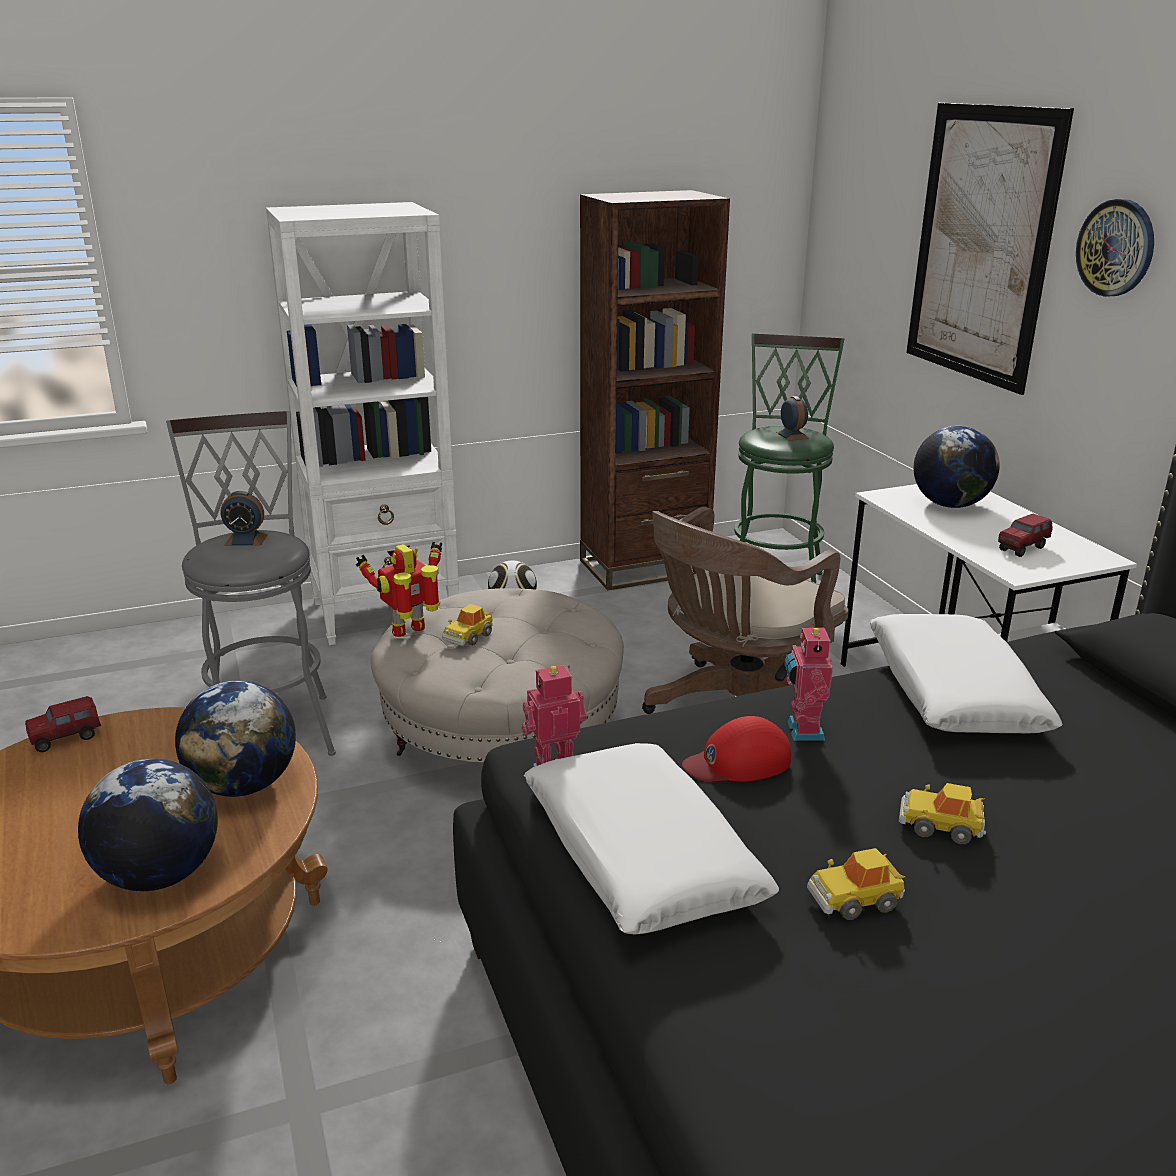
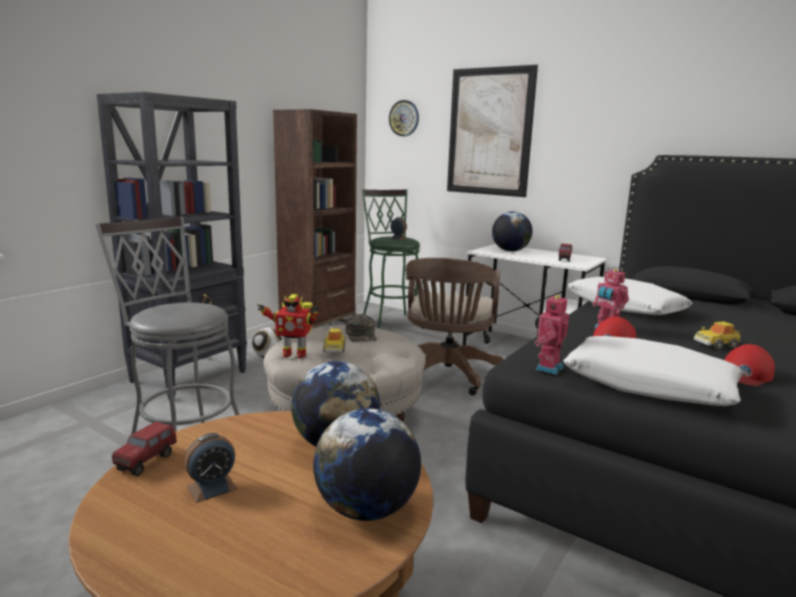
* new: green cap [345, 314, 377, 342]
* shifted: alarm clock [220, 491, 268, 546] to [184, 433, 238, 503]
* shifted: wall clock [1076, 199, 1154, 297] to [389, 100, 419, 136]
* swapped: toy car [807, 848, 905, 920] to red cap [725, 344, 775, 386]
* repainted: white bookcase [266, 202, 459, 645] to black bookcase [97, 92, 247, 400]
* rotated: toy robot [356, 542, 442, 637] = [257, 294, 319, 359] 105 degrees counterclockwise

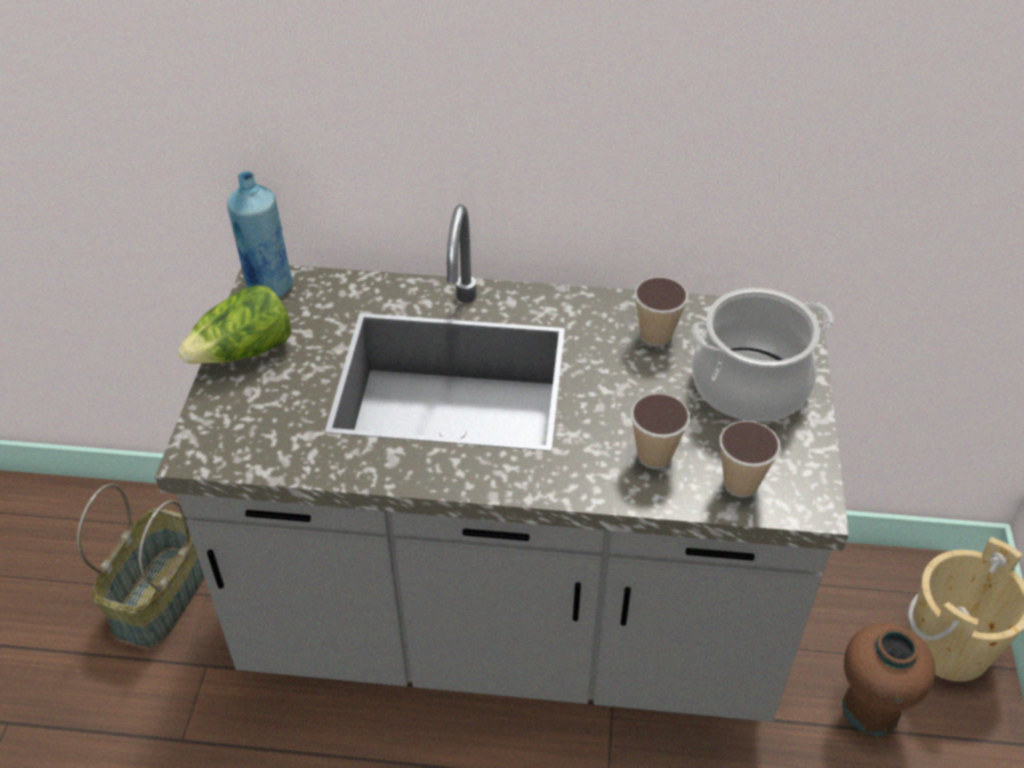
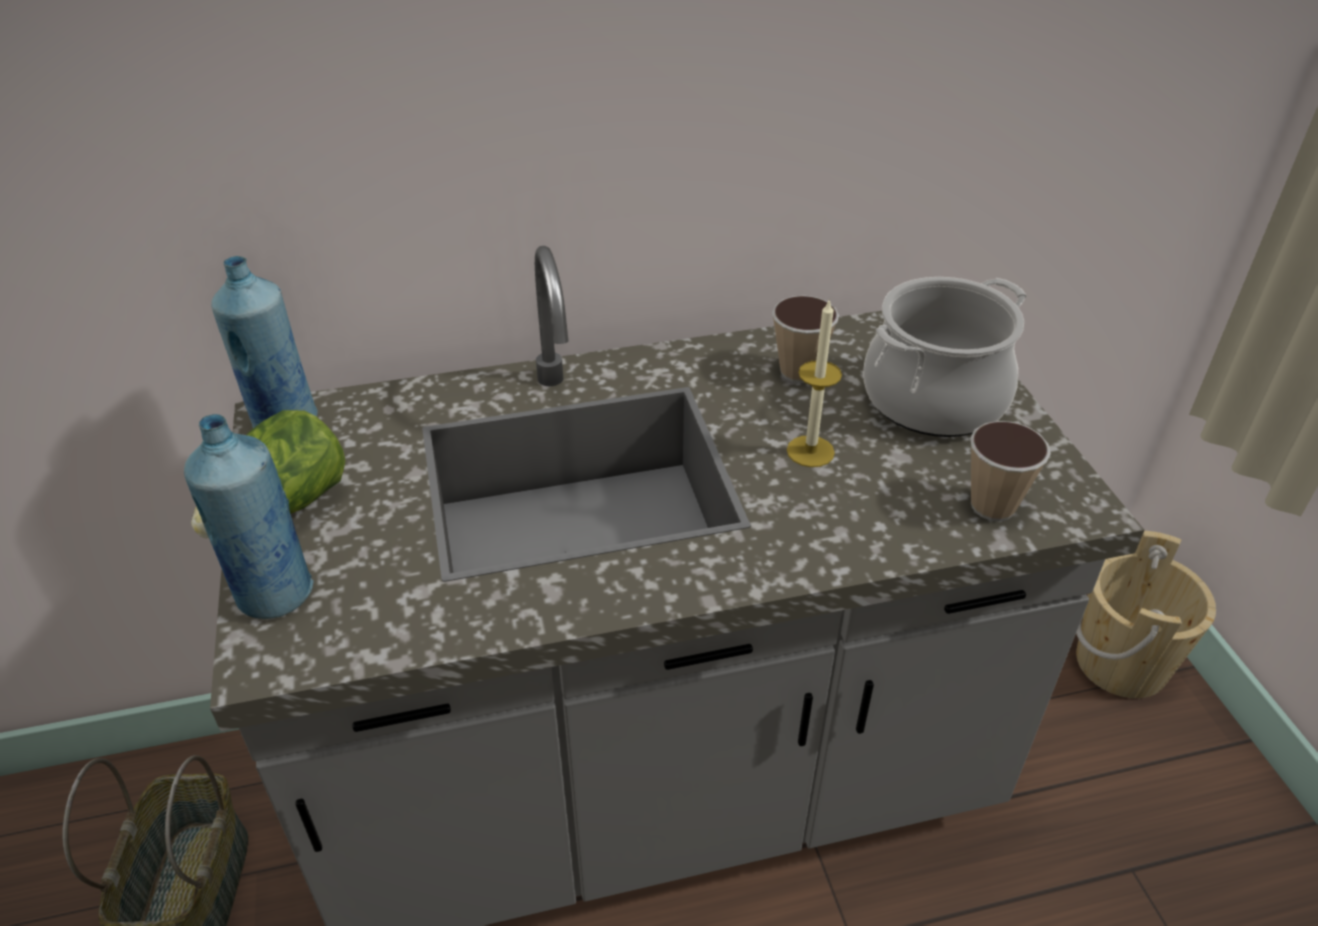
* gone: cup [631, 394, 690, 469]
* gone: brown vase [842, 623, 935, 736]
* new: blue bottle [184, 414, 314, 619]
* new: candle [787, 299, 842, 467]

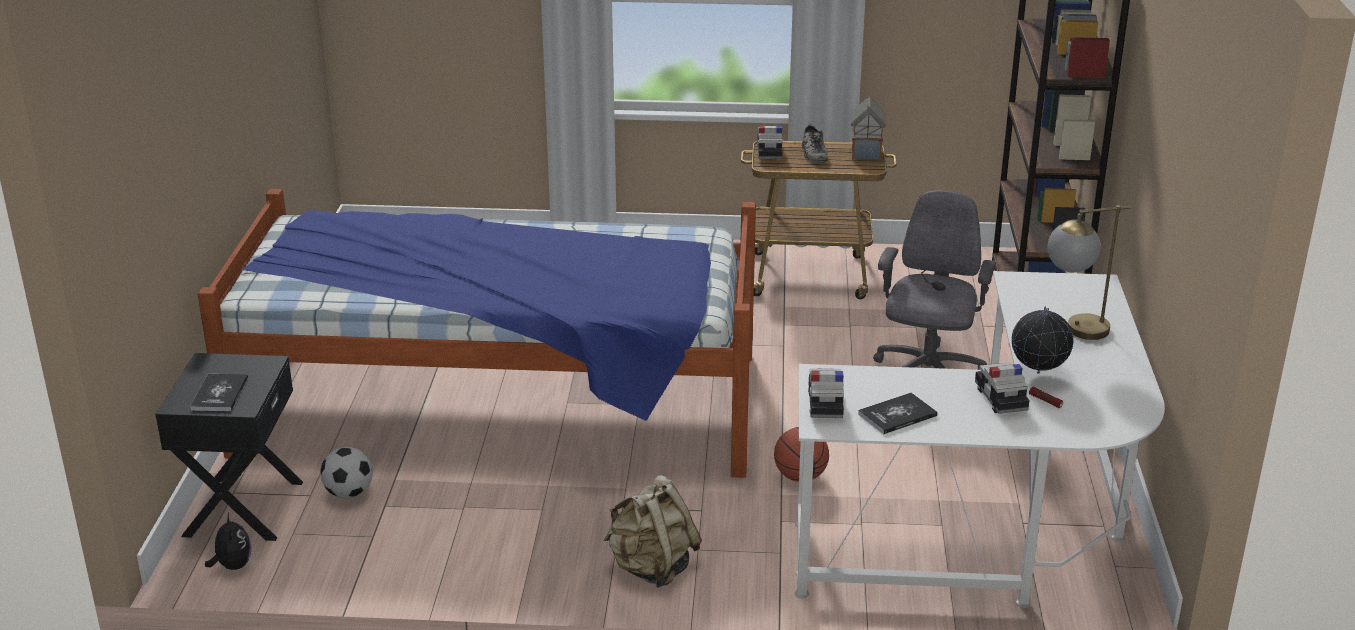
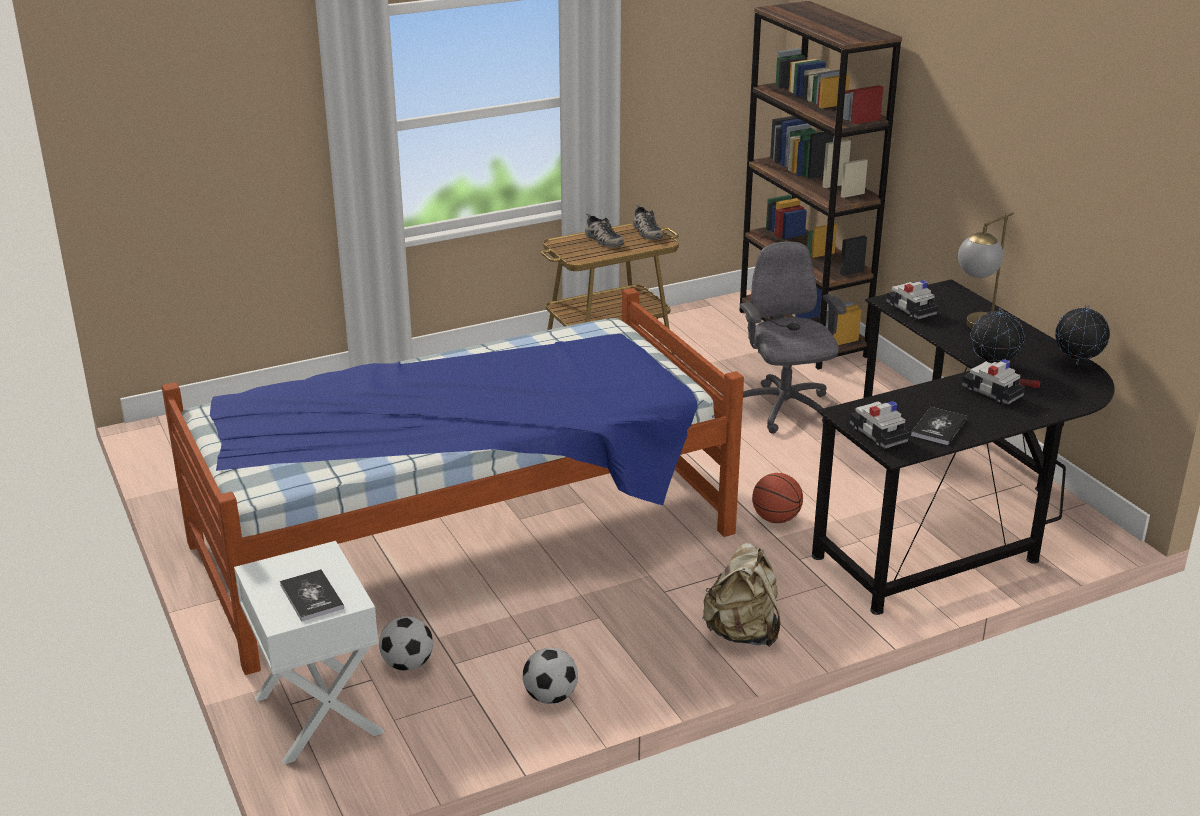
* gone: plush toy [205, 513, 251, 570]
* new: football [523, 648, 578, 704]
* new: globe [1055, 304, 1110, 364]
* shifted: toy car [757, 126, 783, 159] to [886, 280, 938, 320]
* swapped: toy house [851, 96, 886, 161] to shoe [633, 204, 663, 240]
* repainted: black nightstand [156, 353, 303, 541] to white nightstand [234, 541, 384, 765]
* repainted: white desk [795, 271, 1165, 608] to black desk [812, 279, 1115, 615]

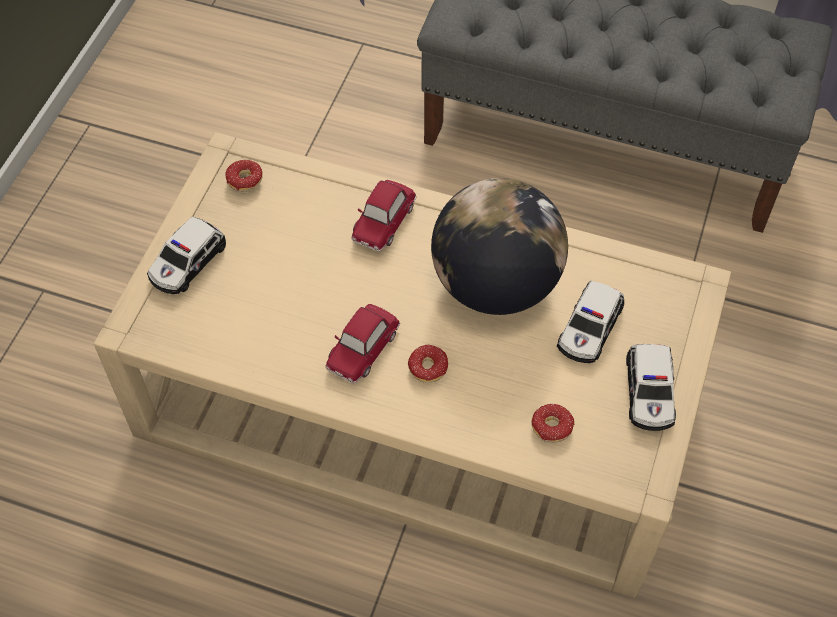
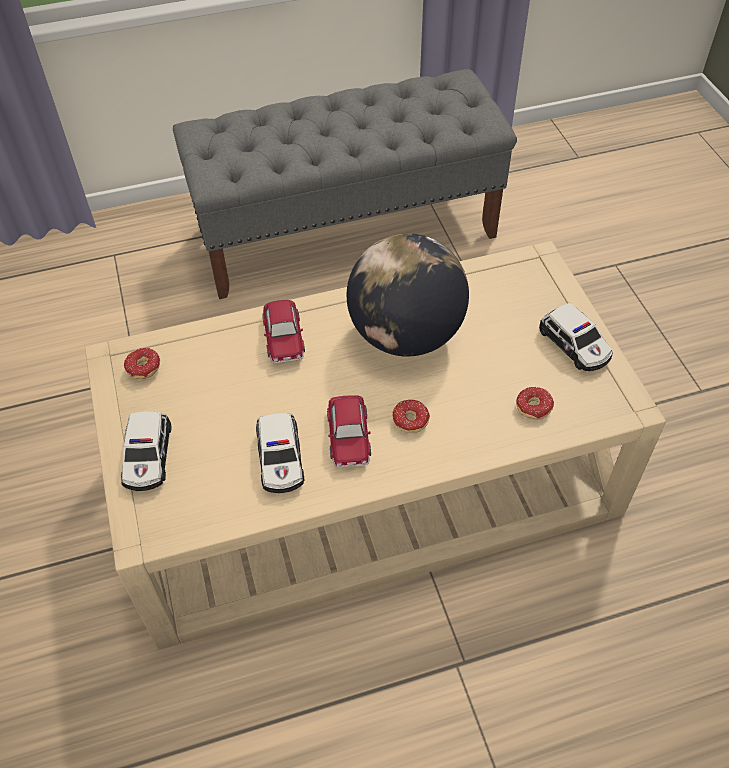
* shifted: toy car [557, 281, 624, 363] to [256, 413, 304, 493]

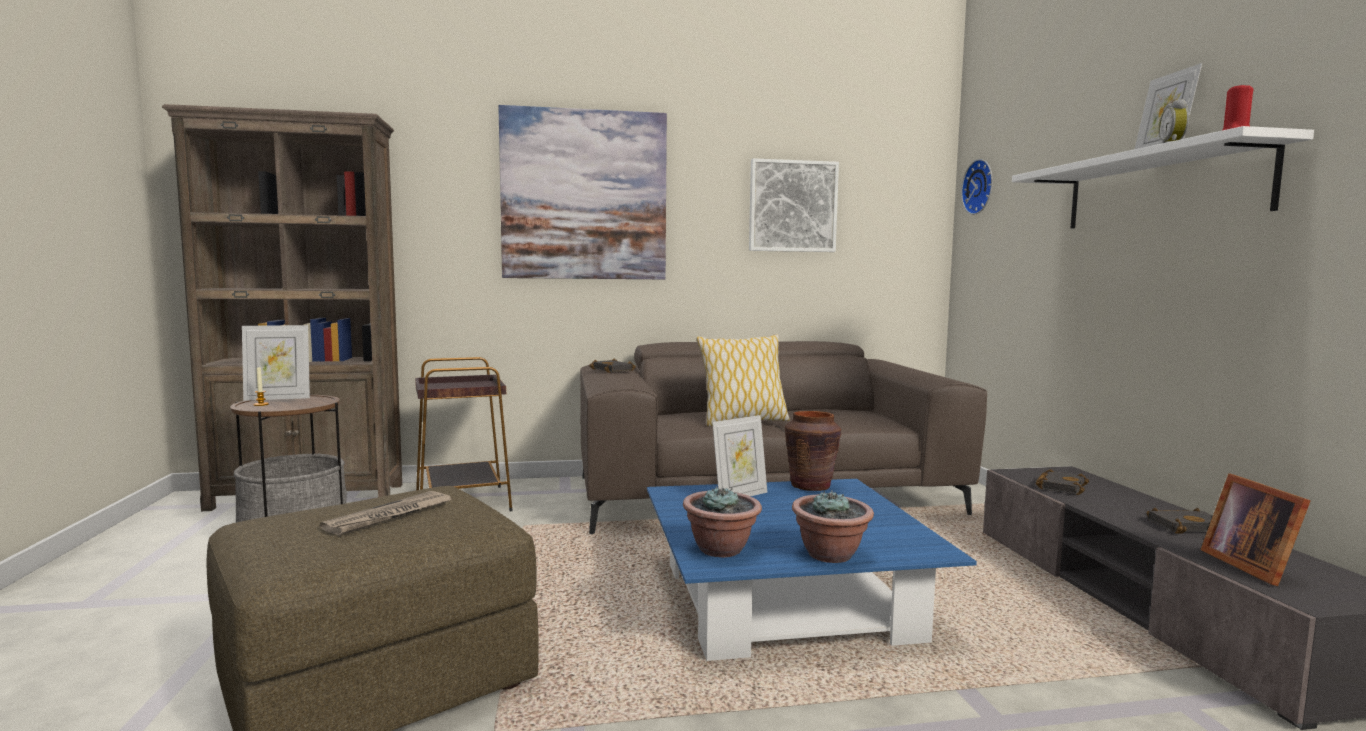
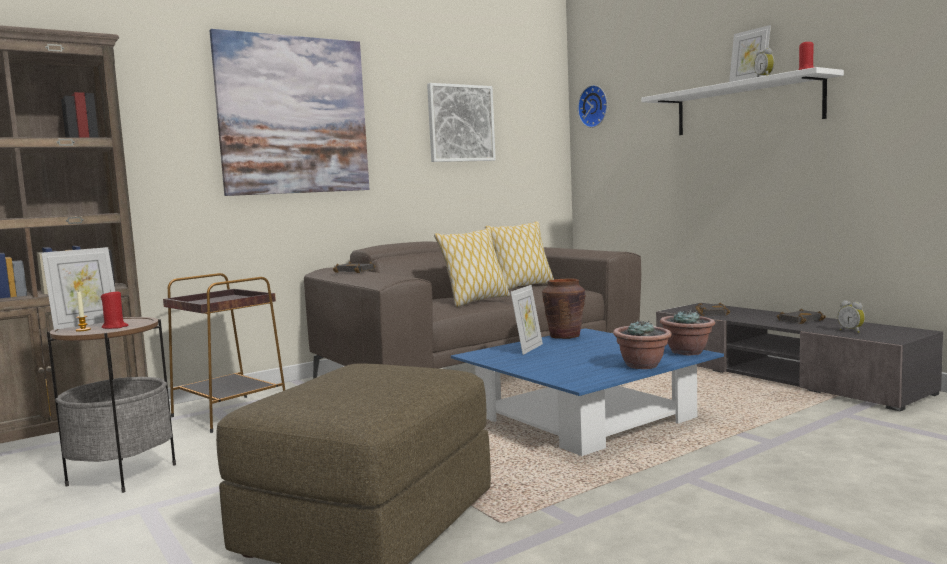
* gone: newspaper [320, 491, 451, 536]
* new: red candle [101, 290, 128, 329]
* new: pillow [485, 221, 554, 290]
* shifted: potted plant [683, 486, 762, 557] to [660, 309, 715, 355]
* swapped: picture frame [1201, 473, 1311, 586] to alarm clock [837, 300, 865, 333]

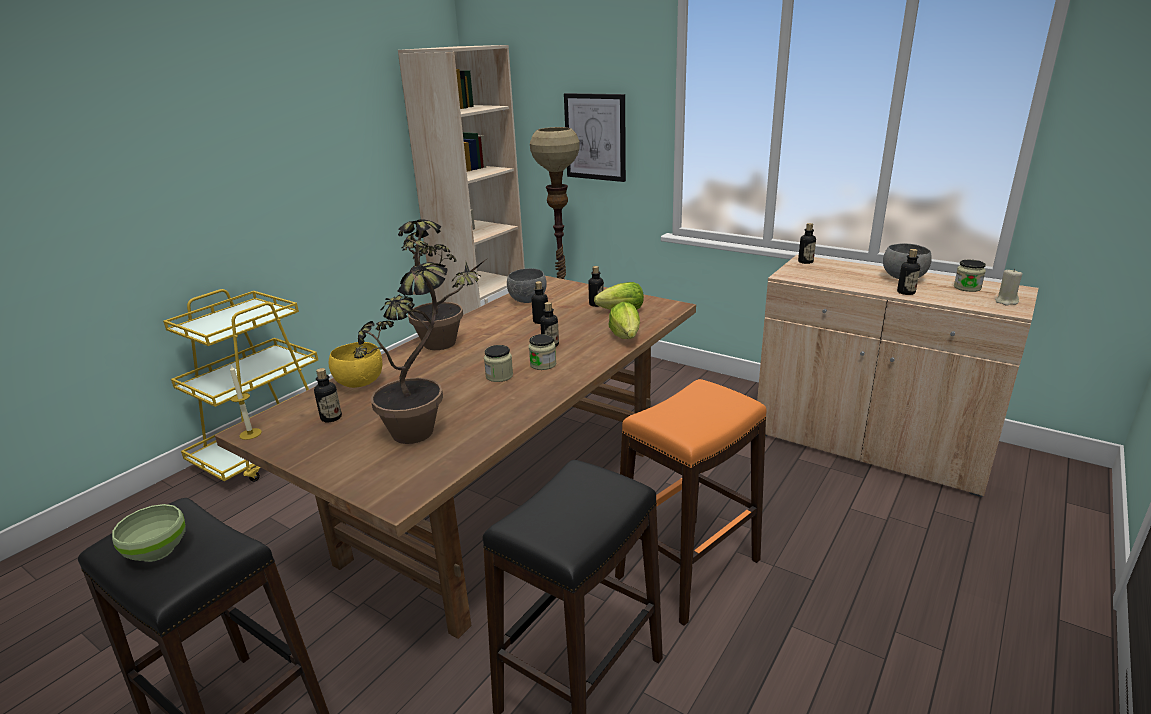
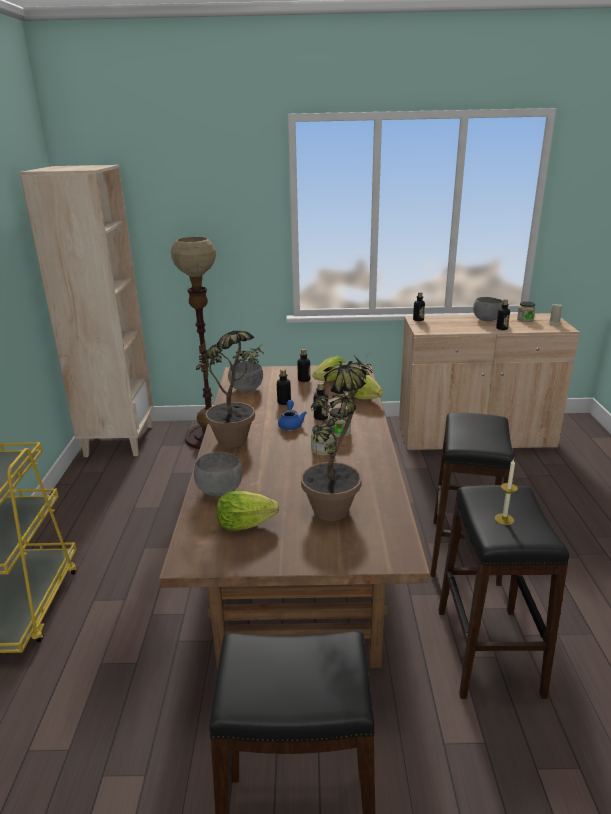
* gone: green bowl [112, 504, 186, 562]
* gone: picture [564, 93, 626, 182]
* new: blue teapot [278, 400, 307, 430]
* shifted: candle [230, 365, 262, 440] to [495, 459, 518, 525]
* swapped: bottle [314, 368, 342, 422] to lettuce [216, 491, 279, 531]
* repainted: yellow bowl [329, 342, 382, 388] to grey bowl [194, 452, 242, 496]
* repainted: orange stool [615, 379, 767, 626] to black stool [430, 413, 515, 586]

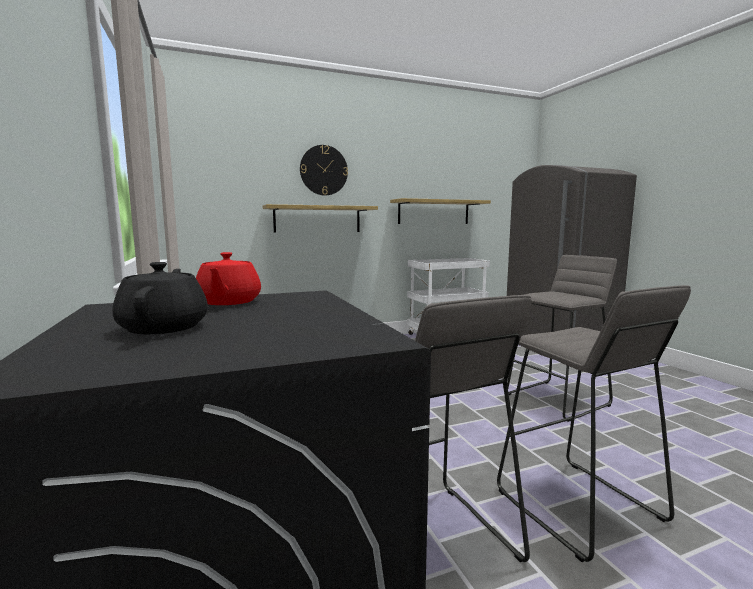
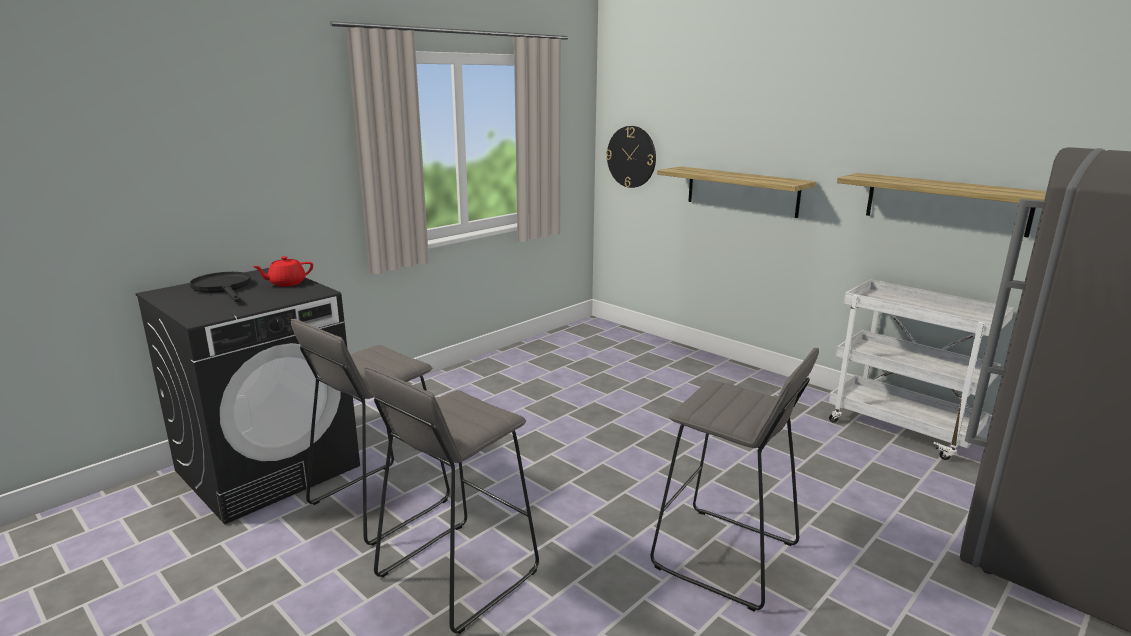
* shifted: wall clock [300, 145, 348, 195] to [606, 126, 656, 188]
* swapped: black teapot [112, 262, 208, 334] to black frying pan [190, 272, 251, 302]

